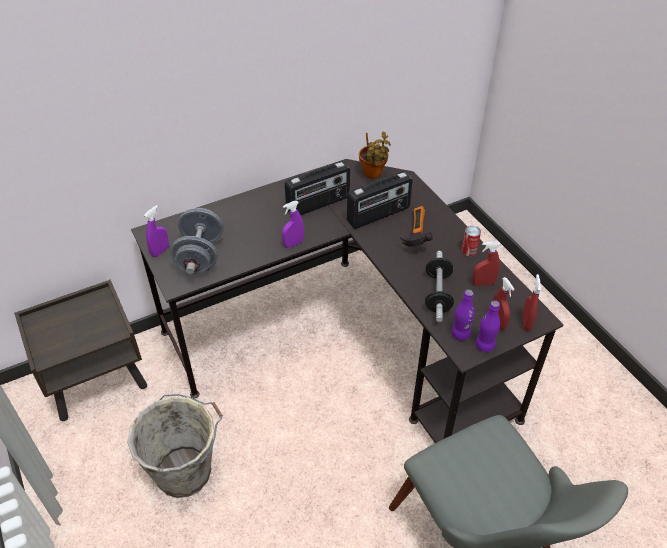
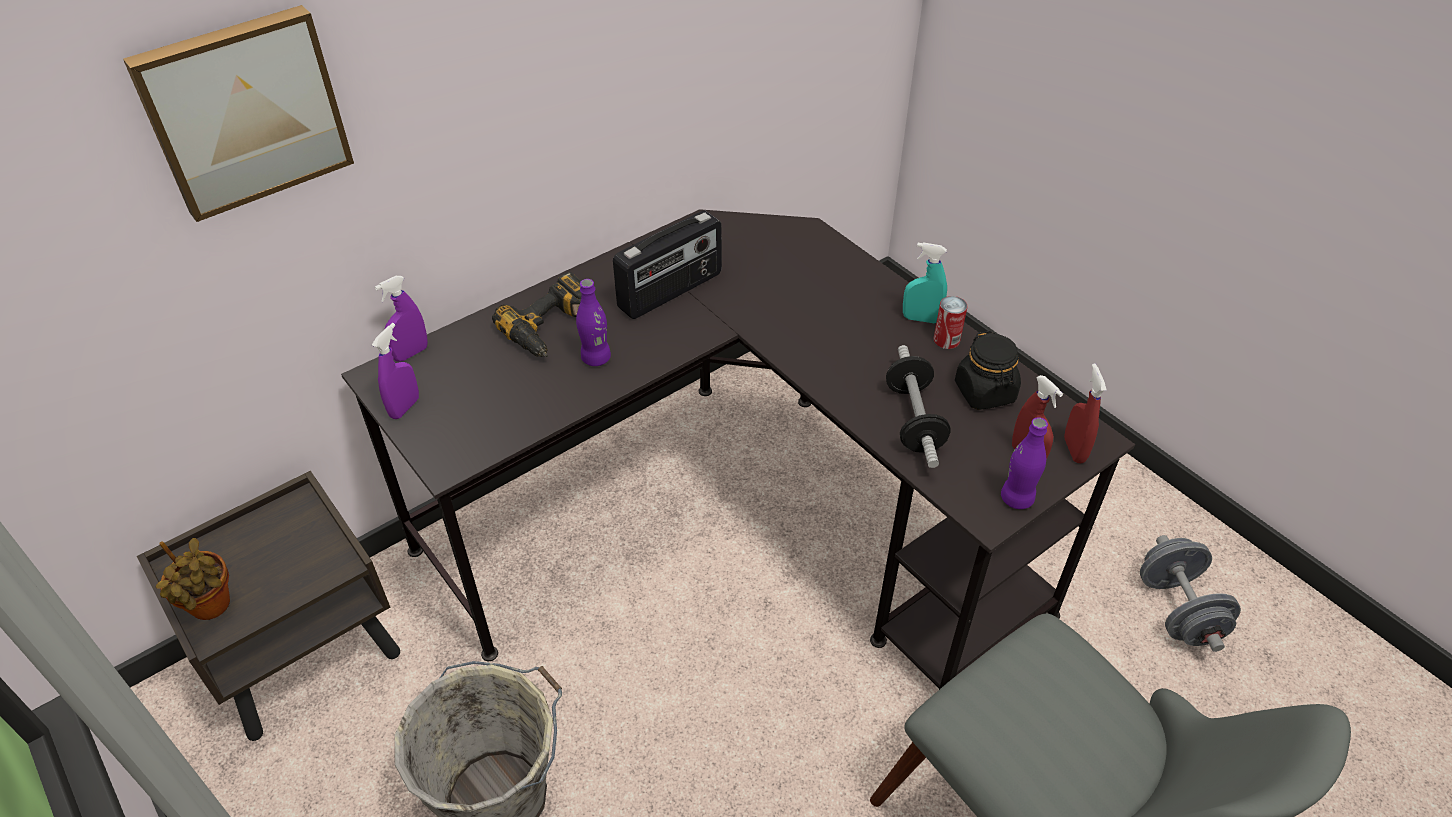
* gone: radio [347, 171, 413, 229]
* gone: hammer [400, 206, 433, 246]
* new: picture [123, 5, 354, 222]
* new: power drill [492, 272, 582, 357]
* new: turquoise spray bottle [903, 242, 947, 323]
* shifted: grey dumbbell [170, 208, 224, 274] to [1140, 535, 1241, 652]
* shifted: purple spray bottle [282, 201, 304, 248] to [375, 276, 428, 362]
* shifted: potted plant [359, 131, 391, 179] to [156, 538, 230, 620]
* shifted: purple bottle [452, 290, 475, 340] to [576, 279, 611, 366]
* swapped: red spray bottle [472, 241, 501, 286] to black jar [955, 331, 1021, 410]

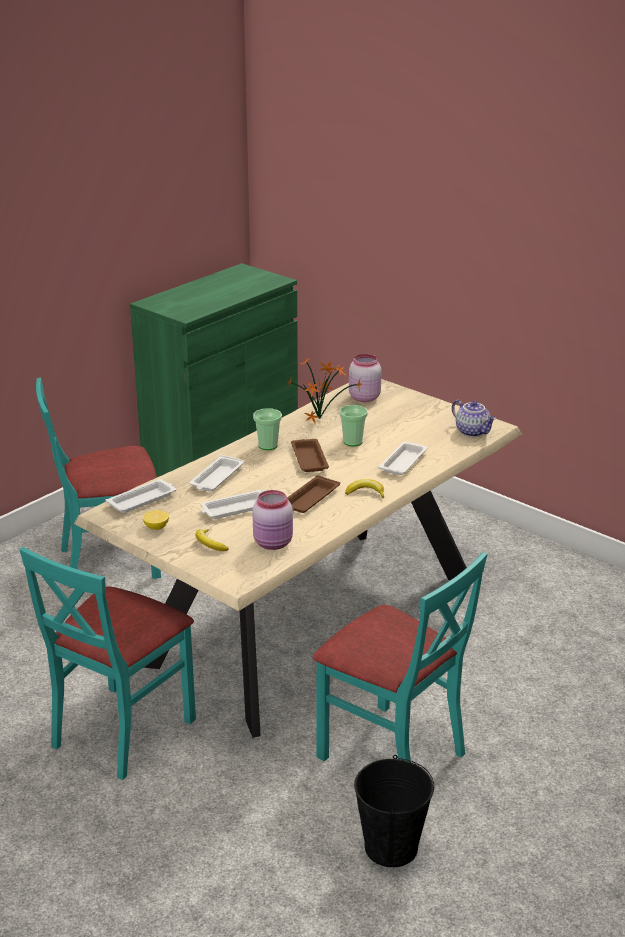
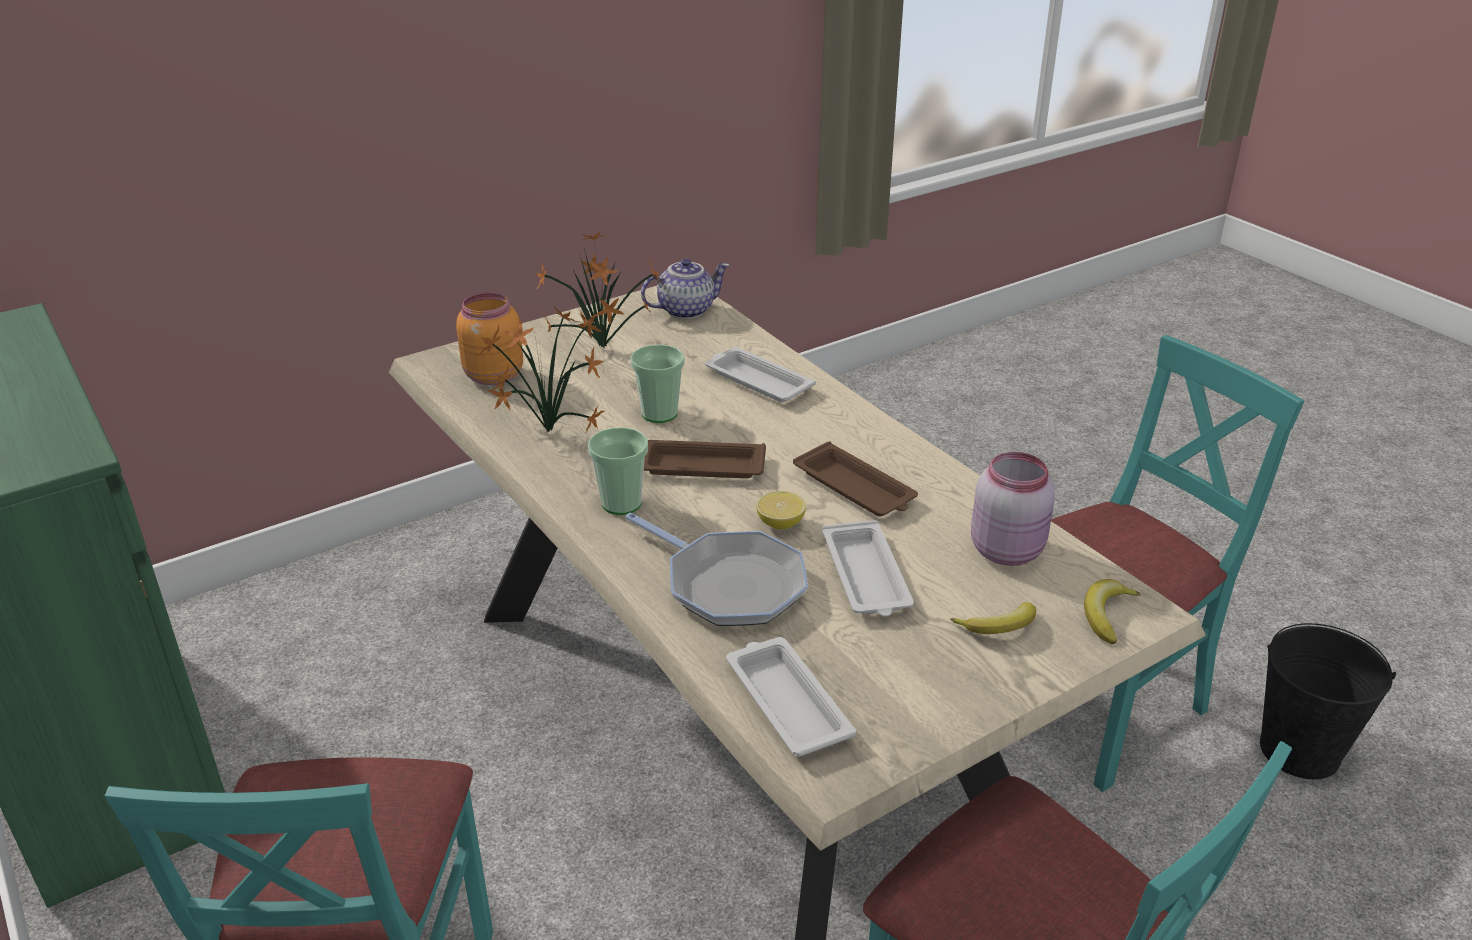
* new: potted plant [536, 231, 666, 348]
* shifted: lemon [143, 510, 169, 530] to [756, 491, 806, 530]
* shifted: banana [345, 479, 384, 499] to [1084, 579, 1141, 644]
* swapped: white tray [189, 455, 245, 491] to frying pan [625, 513, 808, 626]
* repainted: pink jar [349, 354, 382, 402] to orange jar [456, 292, 523, 385]

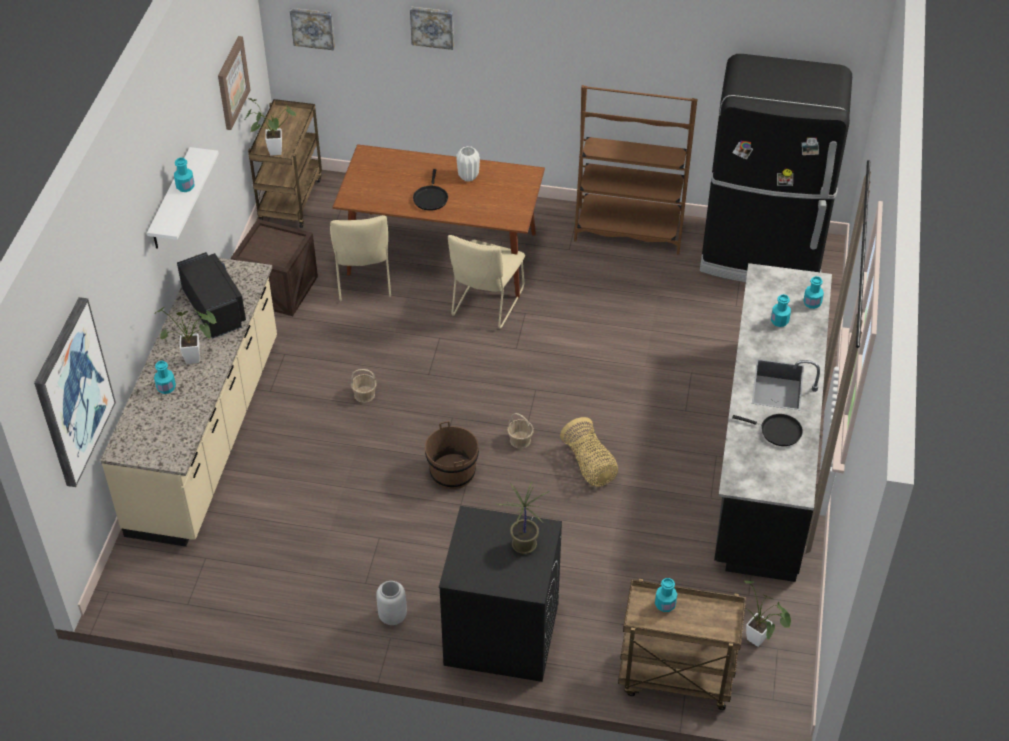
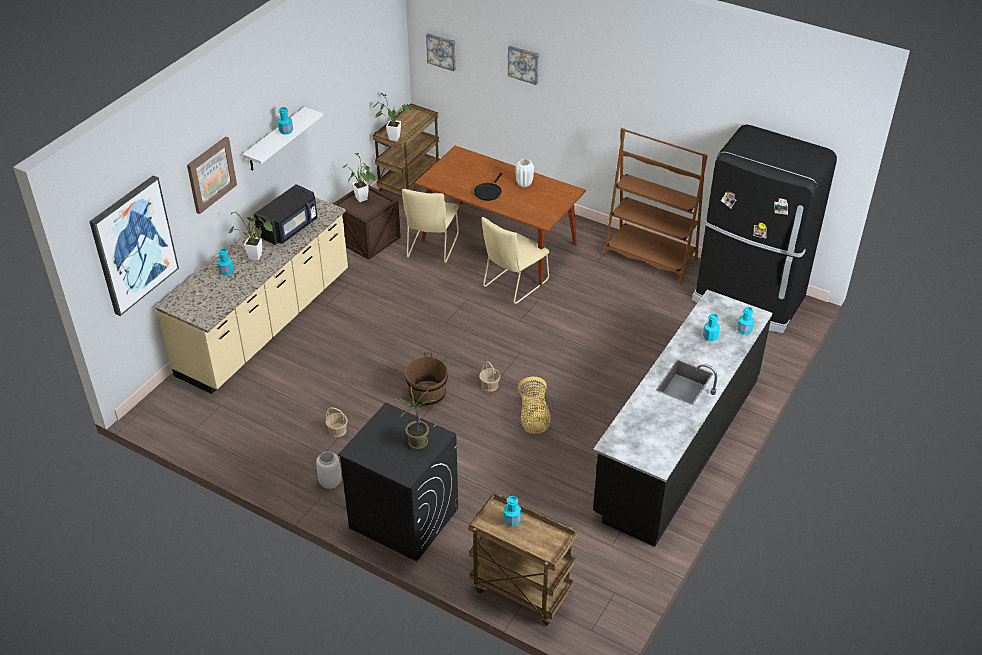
* gone: black frying pan [732, 414, 803, 446]
* shifted: picture [218, 36, 250, 130] to [187, 137, 237, 214]
* shifted: basket [351, 369, 377, 403] to [325, 407, 348, 437]
* shifted: potted plant [743, 581, 791, 647] to [342, 153, 375, 202]
* rotated: black microwave [177, 252, 246, 339] = [254, 184, 318, 245] 45 degrees clockwise

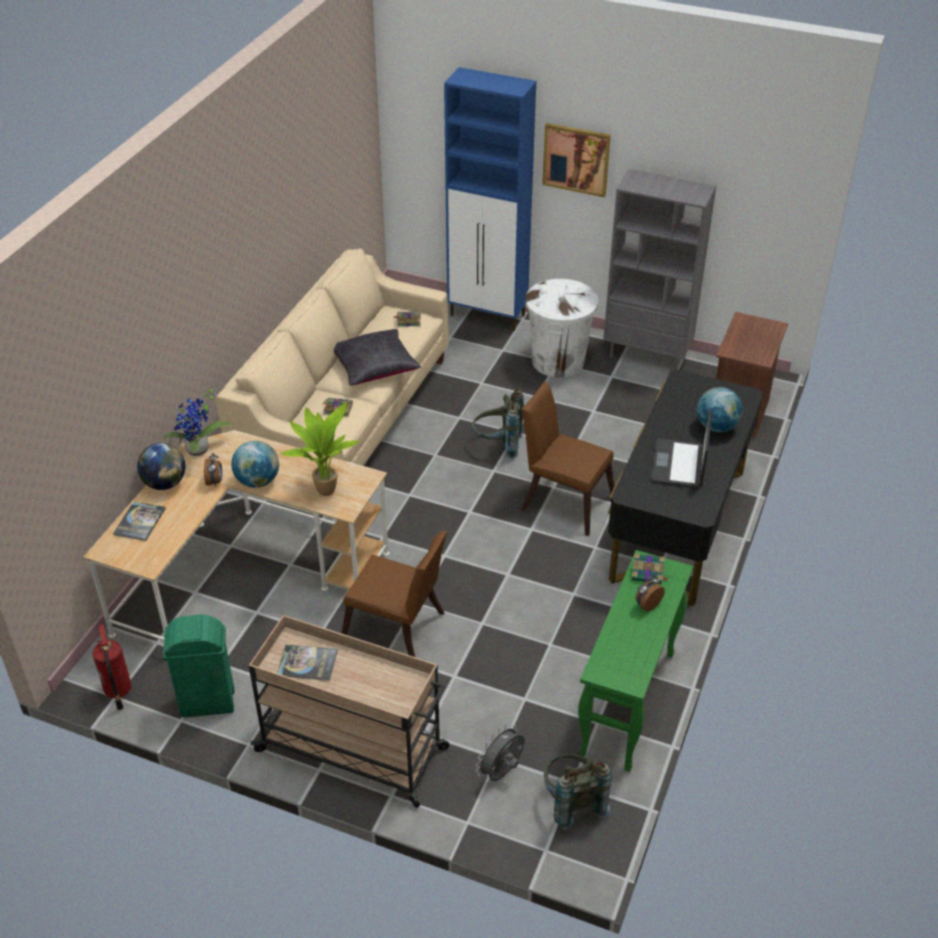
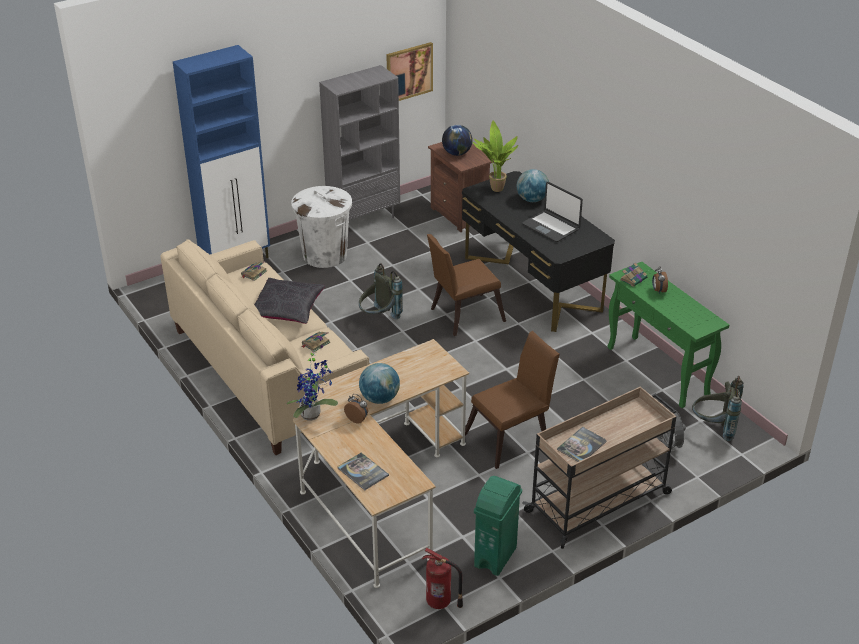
* shifted: globe [137, 443, 185, 490] to [442, 125, 473, 156]
* shifted: potted plant [280, 402, 360, 496] to [473, 121, 518, 192]
* shifted: picture [542, 123, 611, 197] to [386, 42, 433, 101]

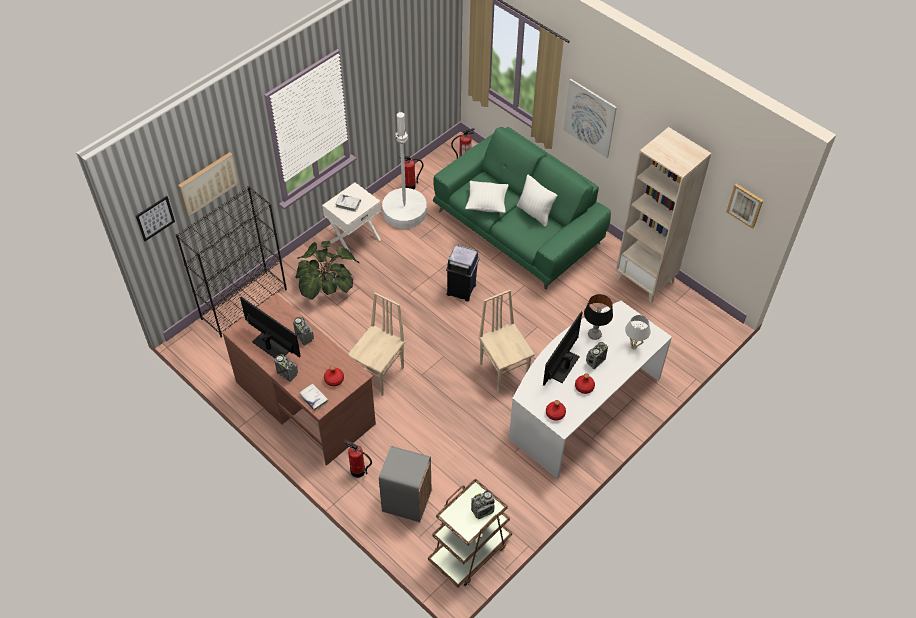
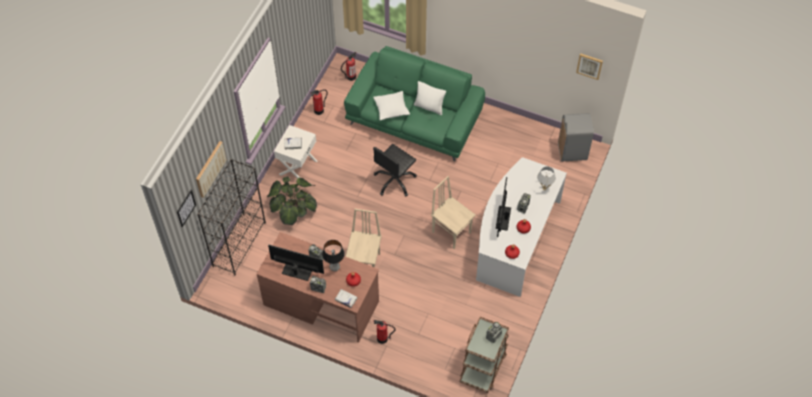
* gone: white floor lamp [382, 110, 427, 229]
* gone: picture [564, 79, 617, 158]
* gone: beige bookcase [616, 127, 711, 303]
* shifted: grey trash can [379, 446, 431, 522] to [558, 113, 594, 162]
* shifted: table lamp [584, 294, 613, 340] to [322, 240, 345, 271]
* swapped: blue trash can [446, 245, 480, 301] to black office chair [373, 144, 417, 197]

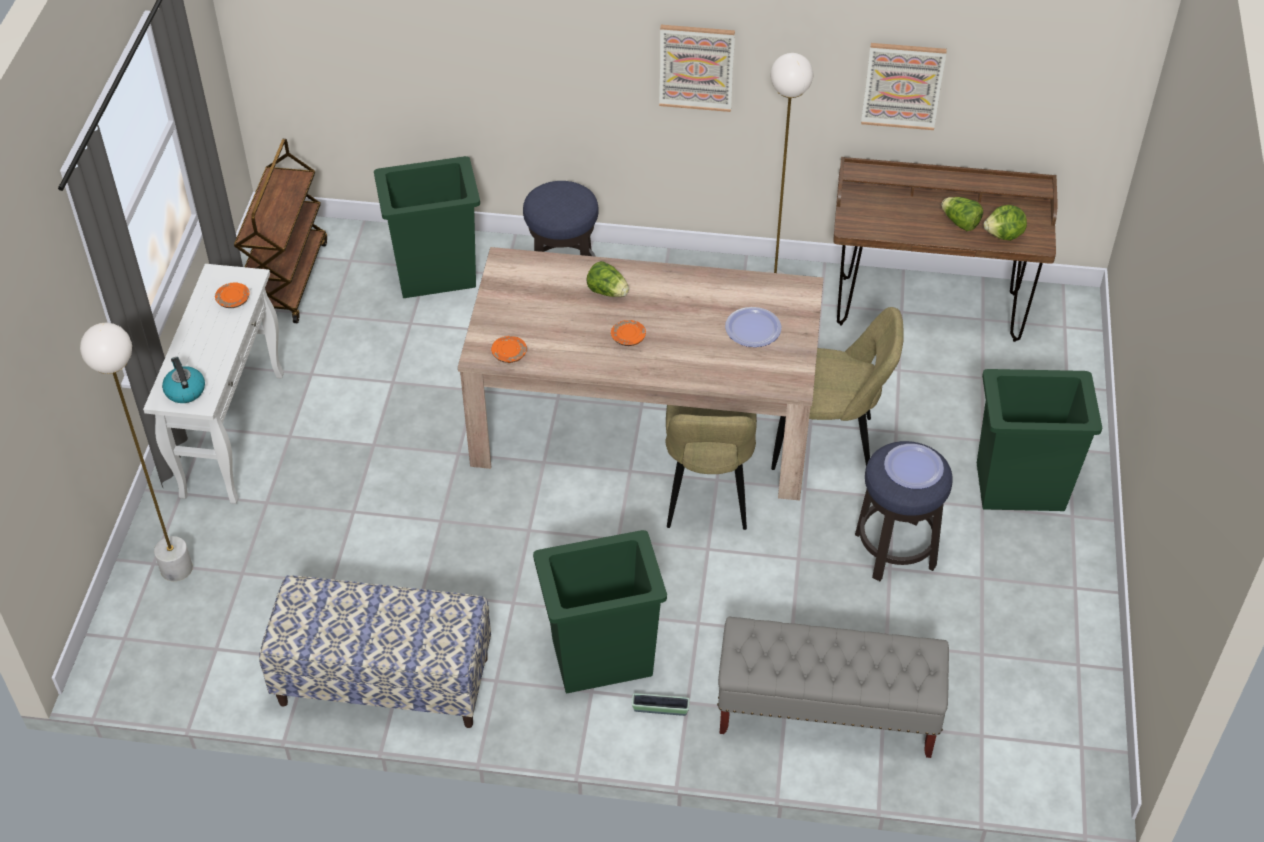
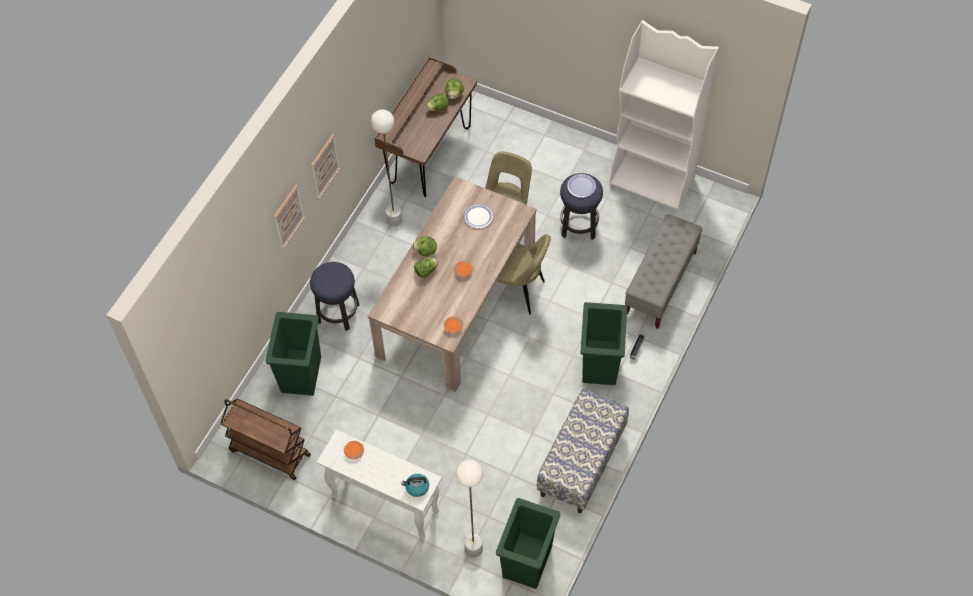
* new: lettuce [412, 237, 437, 257]
* new: white bookcase [610, 20, 719, 210]
* shifted: picture [861, 43, 947, 130] to [273, 184, 305, 250]
* shifted: green trash can [977, 369, 1102, 511] to [496, 498, 560, 589]

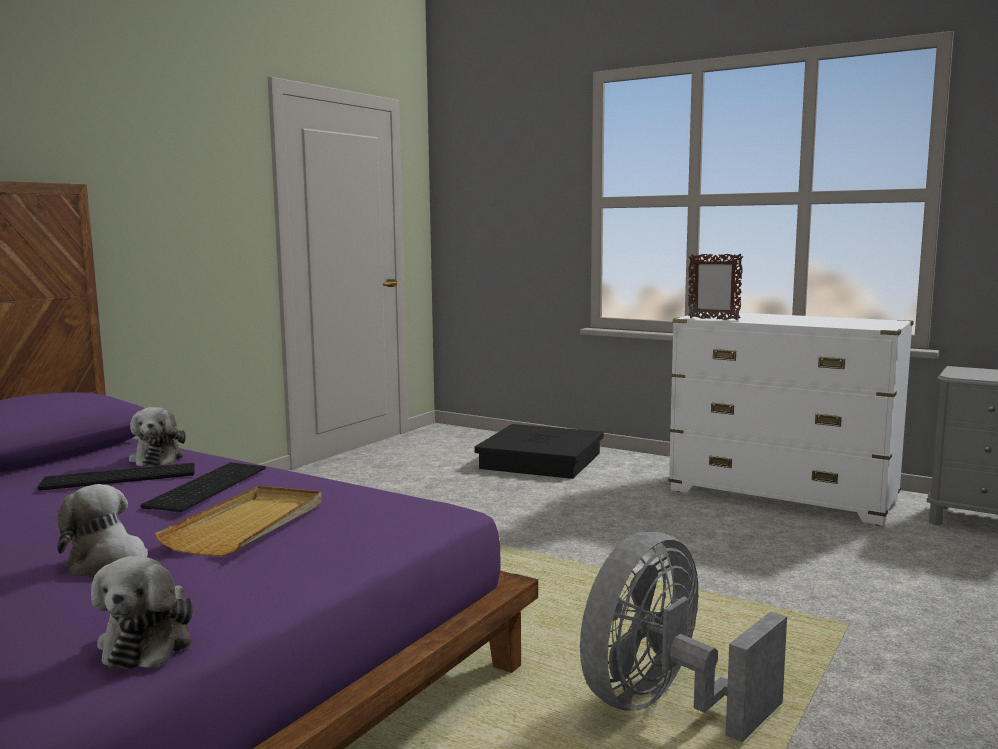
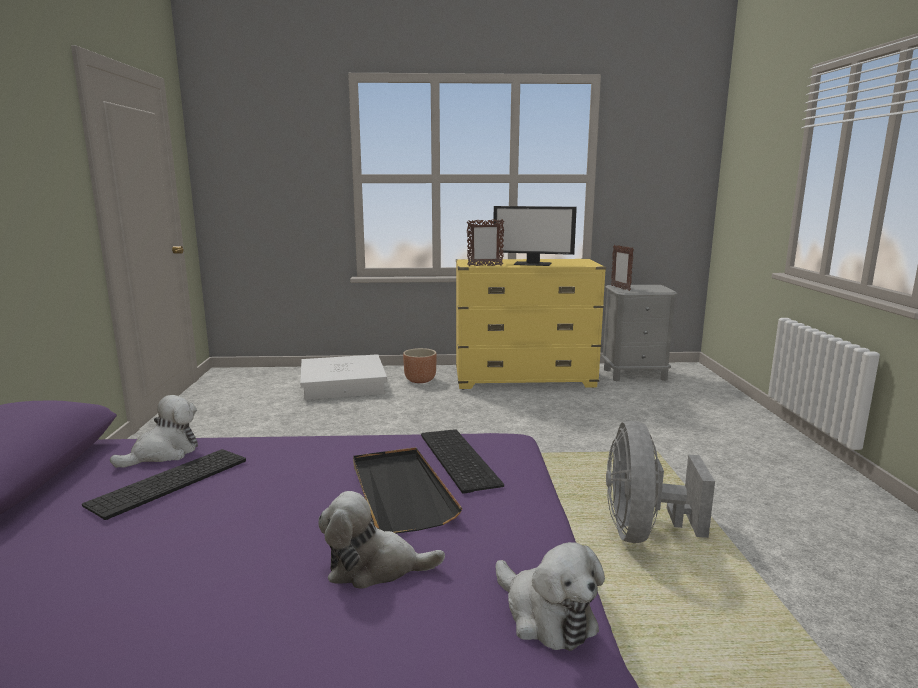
* new: brown planter [403, 348, 437, 383]
* new: monitor [493, 206, 577, 266]
* new: picture frame [611, 245, 634, 291]
* shifted: keyboard [140, 463, 266, 512] to [421, 429, 504, 494]
* repainted: beige tray [154, 486, 322, 557] to black tray [353, 447, 462, 534]
* repainted: black storage box [474, 424, 604, 479] to white storage box [300, 354, 387, 400]
* repainted: white dresser [668, 312, 914, 526] to yellow dresser [456, 259, 606, 389]
* rotated: plush toy [129, 407, 186, 467] = [110, 395, 198, 468] 90 degrees counterclockwise

